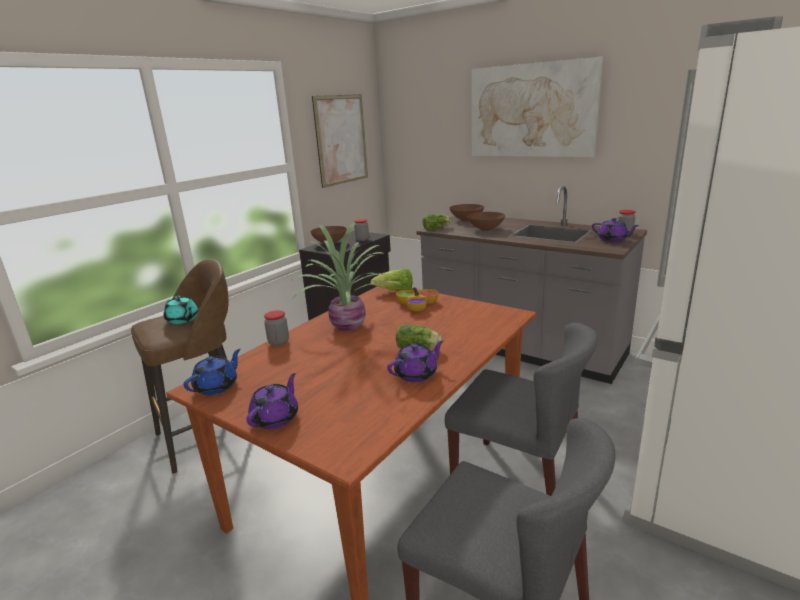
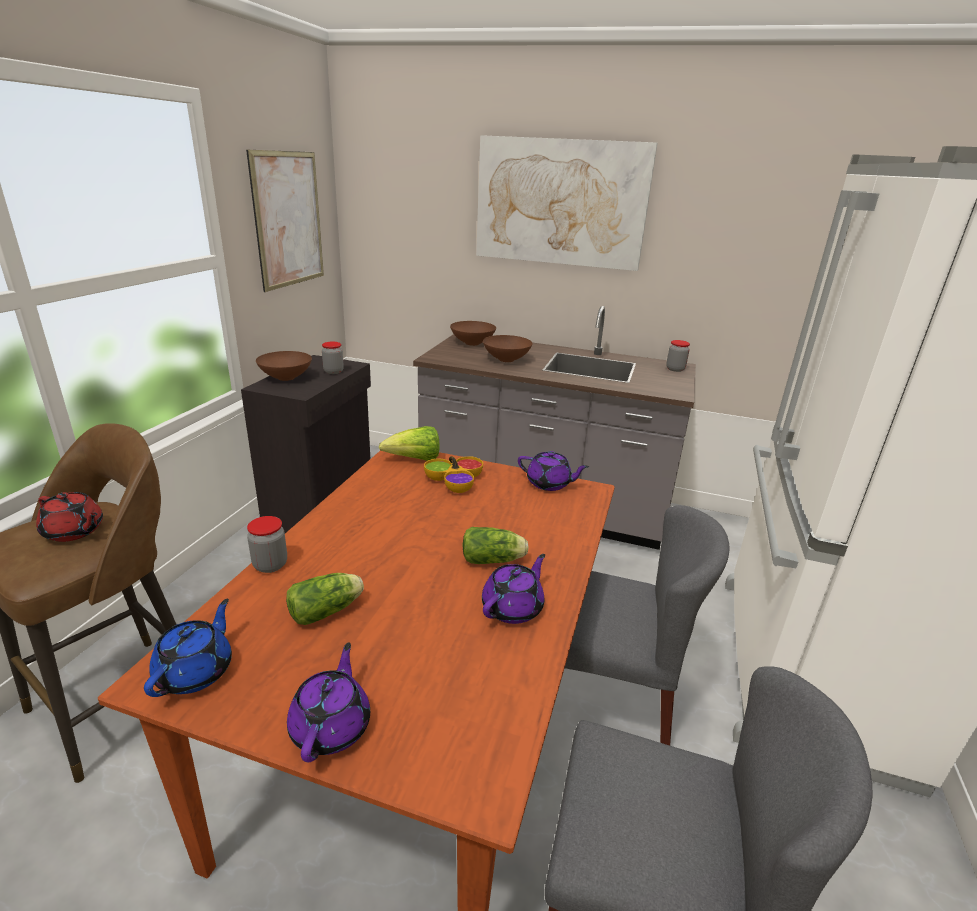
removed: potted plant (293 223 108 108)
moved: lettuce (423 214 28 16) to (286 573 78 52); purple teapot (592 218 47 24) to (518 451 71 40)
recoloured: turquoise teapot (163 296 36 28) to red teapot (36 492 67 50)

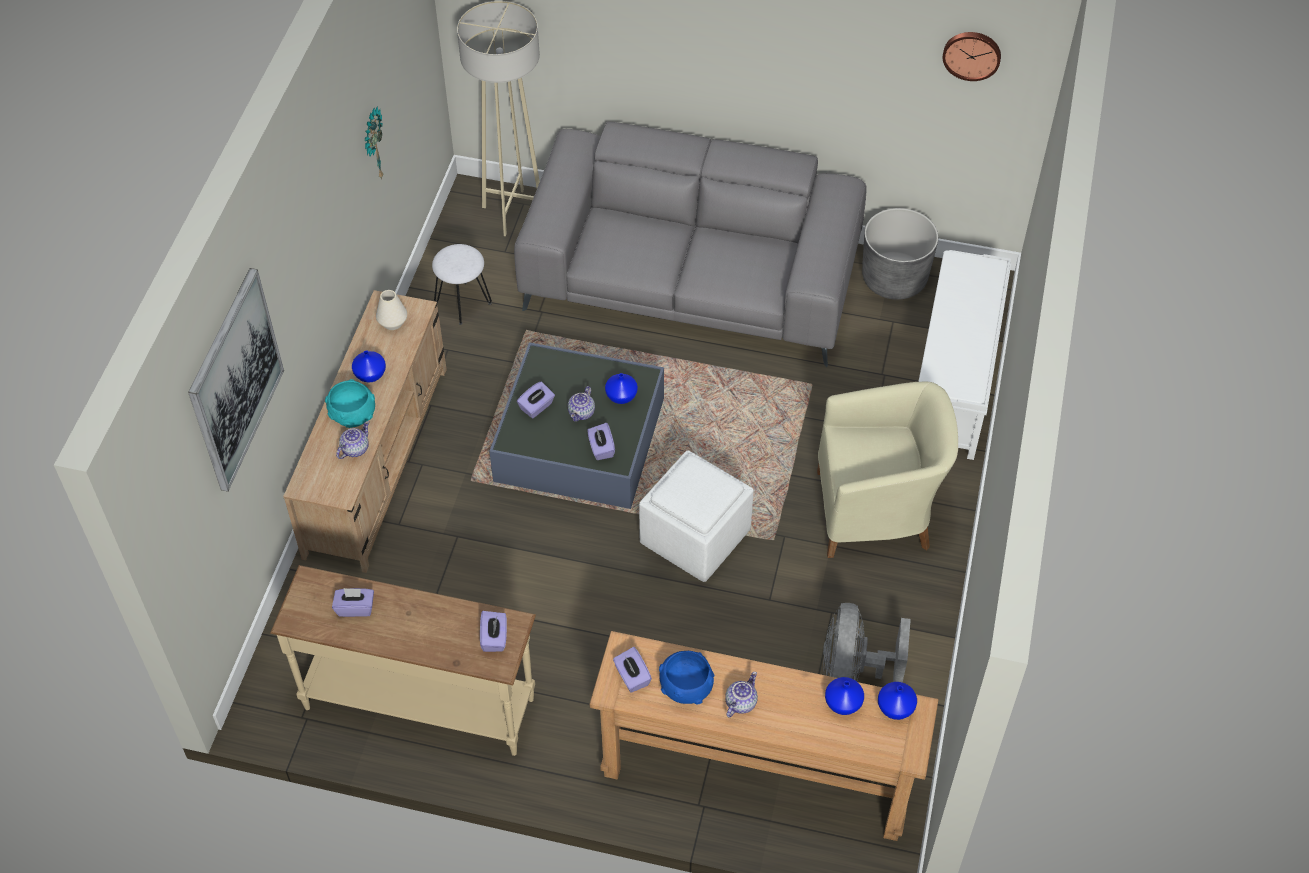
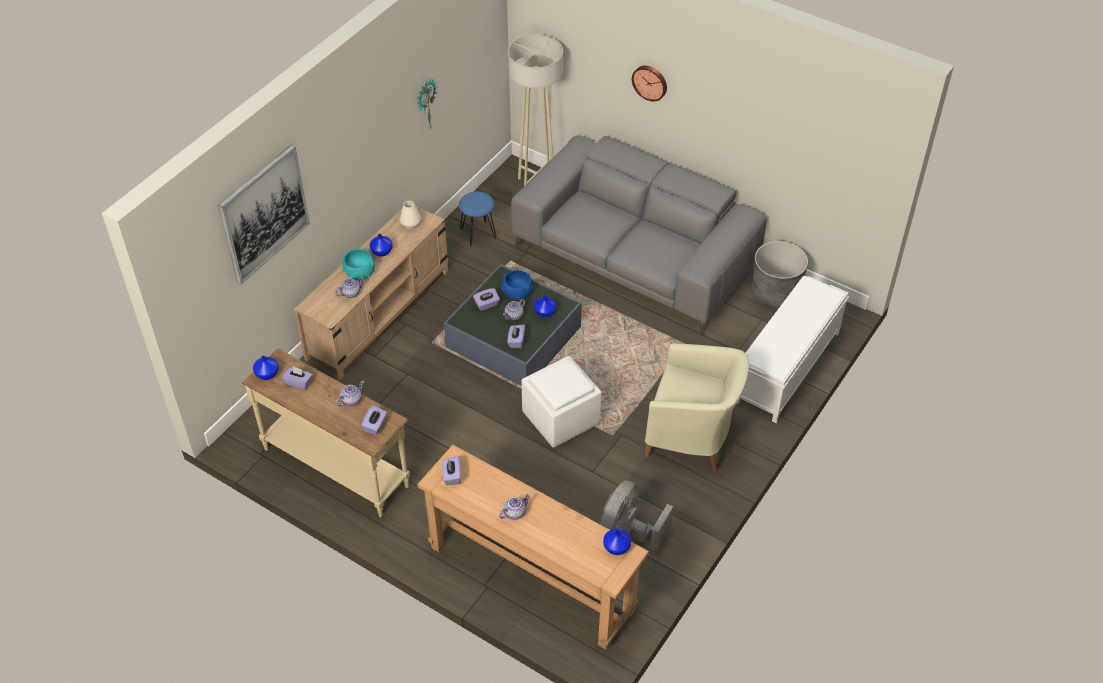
added: teapot (336 381 28 25)
moved: blue vase (825 677 39 38) to (253 356 26 24); blue bowl (659 651 56 54) to (501 270 32 30); wall clock (943 32 58 49) to (632 66 35 36)
recoloured: white stool (432 244 60 81) to blue stool (459 191 38 56)

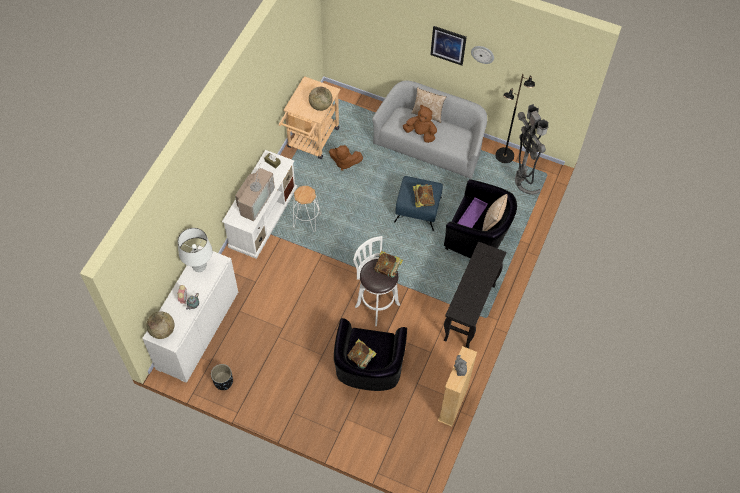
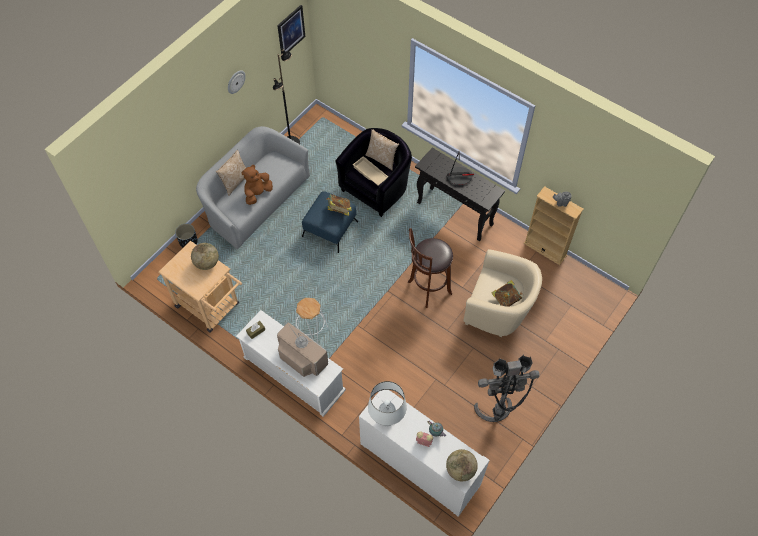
removed: brown plush toy (329 145 34 26); book (374 251 29 26)
added: table lamp (447 151 27 34)
moved: black planter (211 364 22 26) to (175 224 23 24); picture (430 26 37 40) to (277 5 28 50); grey floor lamp (515 104 34 91) to (474 355 66 67)
recoloured: purple tray (457 197 31 31) to beige tray (353 156 35 29); white stool (353 236 47 90) to brown stool (408 228 45 80); black armchair (334 318 73 73) to beige armchair (464 249 78 88)

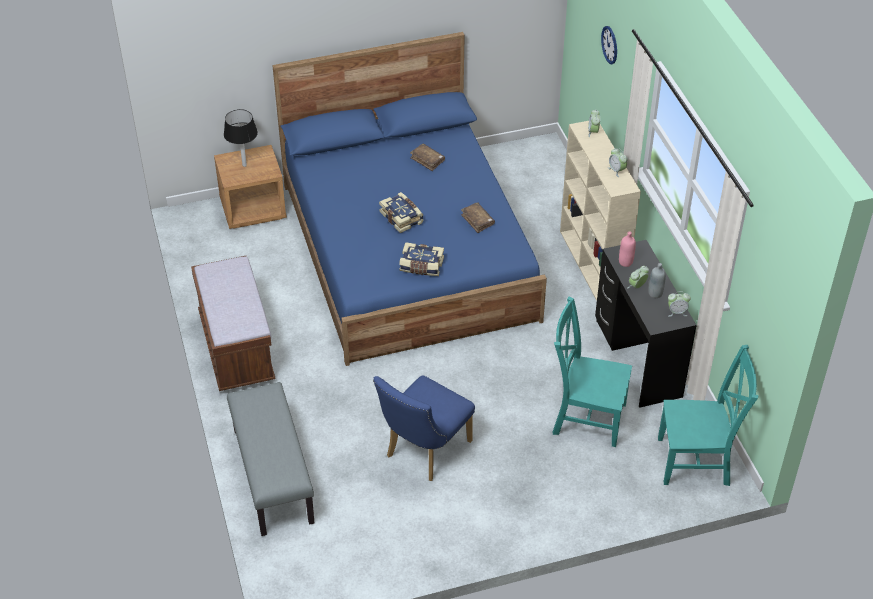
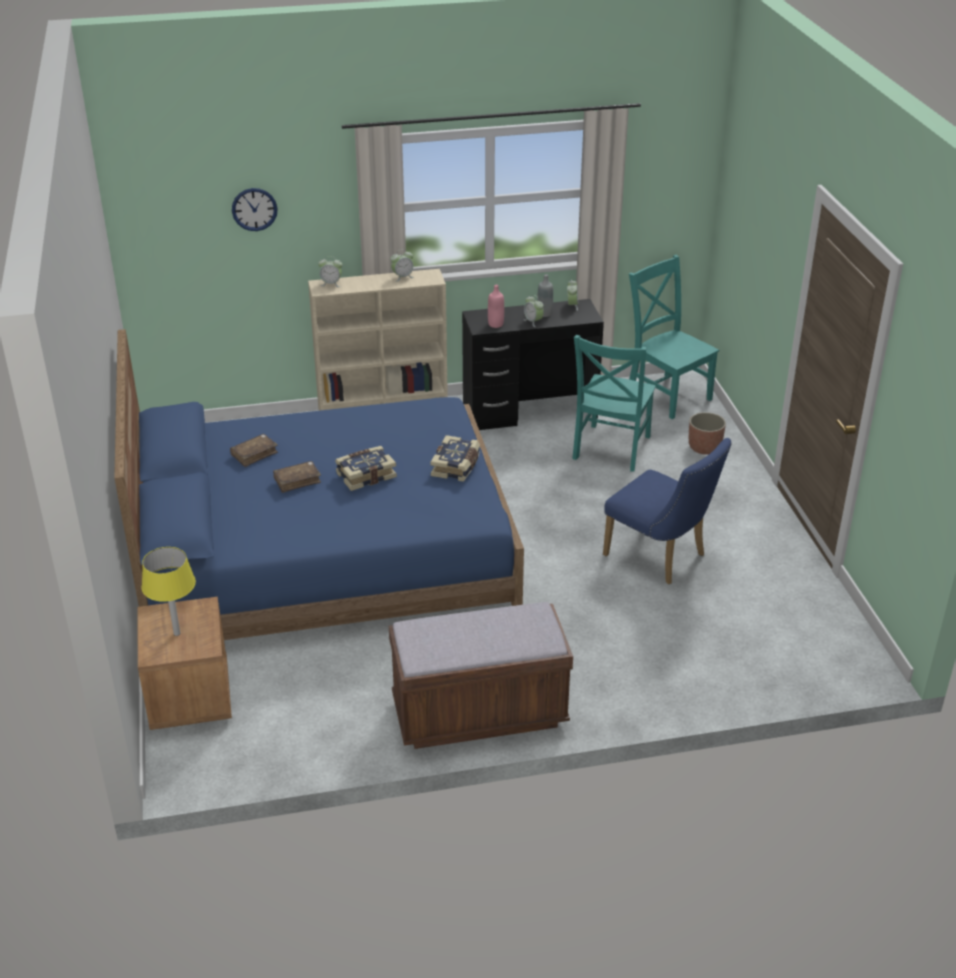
removed: grey bench (227 382 87 154)
added: planter (689 412 37 43)
moved: brown book (461 202 34 31) to (273 461 48 32)
recoloured: black table lamp (224 109 34 58) to yellow table lamp (142 547 54 89)
turned: turquoise chair (658 345 100 141) = (629 255 90 164) 45 degrees counterclockwise

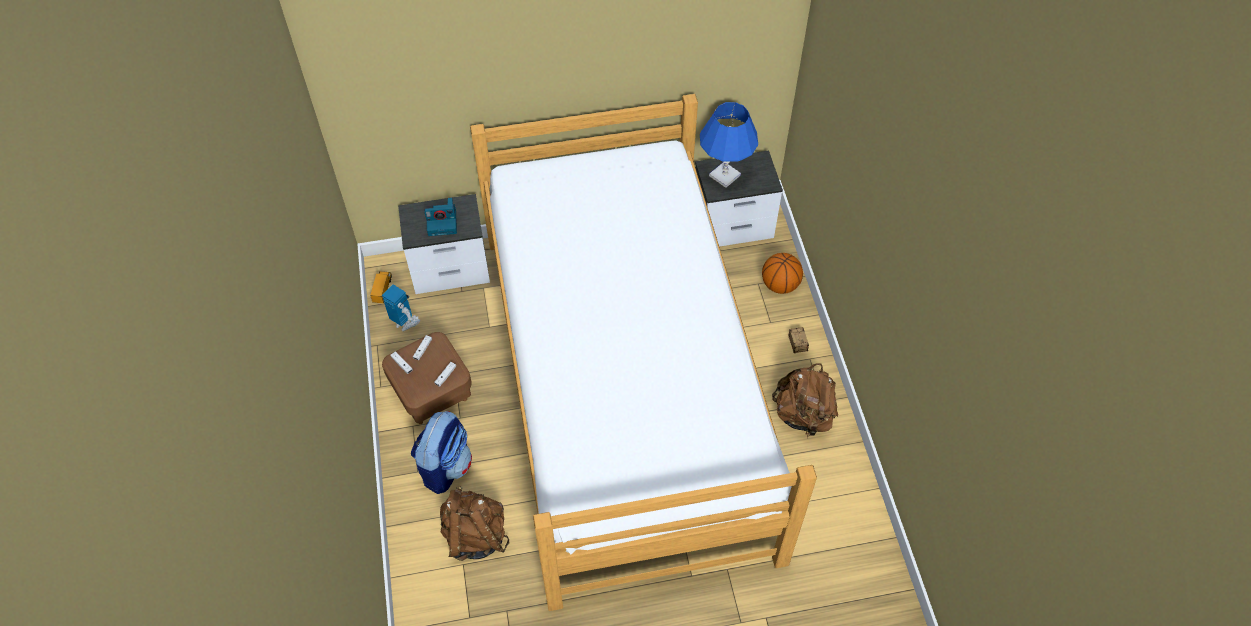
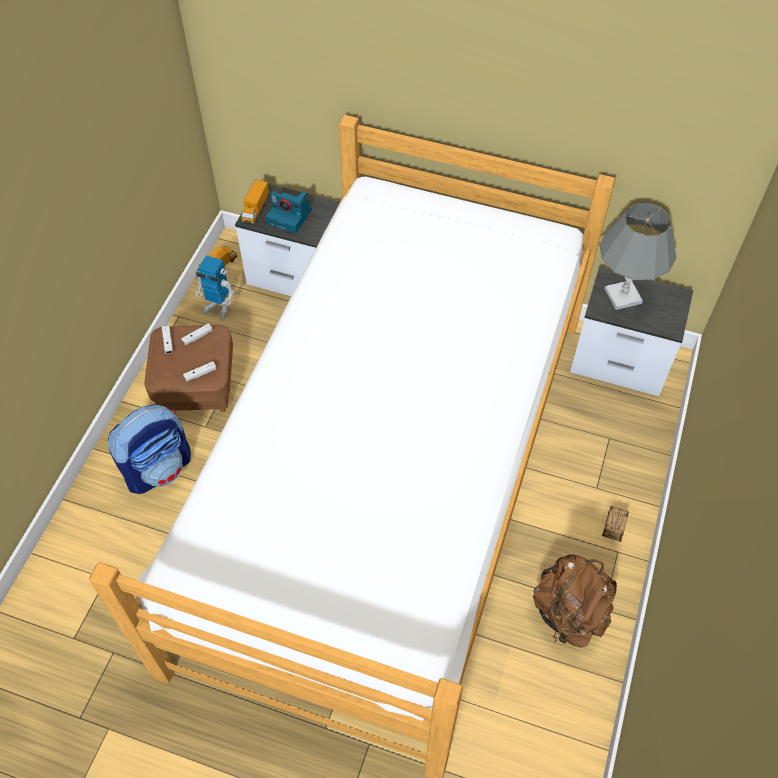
removed: brown backpack (440 486 70 75); basketball (762 253 41 41)
added: toy truck (241 179 28 46)
recoloured: blue table lamp (700 102 58 86) to grey table lamp (599 203 77 107)
turned: toy robot (382 285 38 46) = (195 255 39 66) 135 degrees clockwise

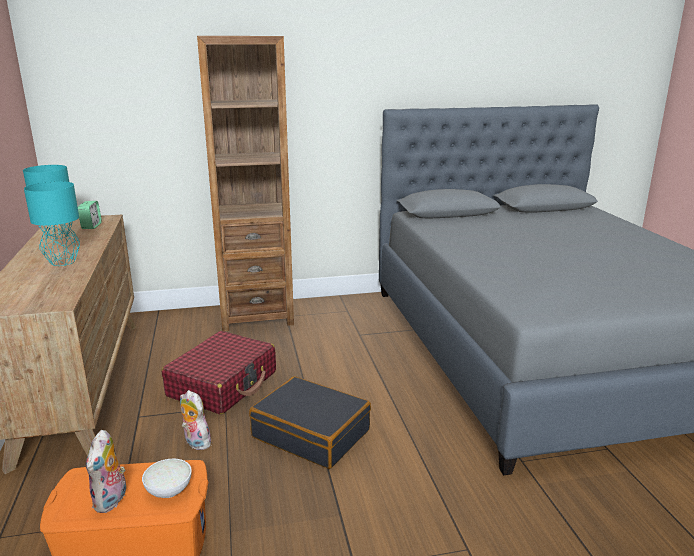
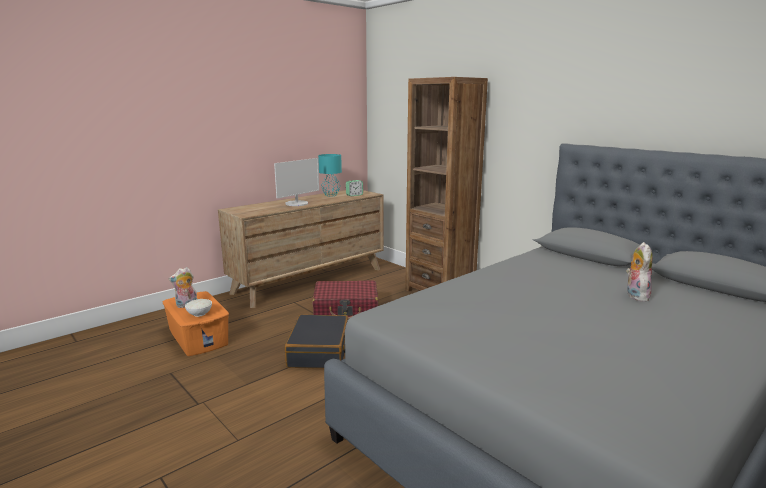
moved: plush toy (180 390 31 60) to (626 242 27 60)
replaced: turquoise table lamp (24 181 56 85) to monitor (274 158 45 48)

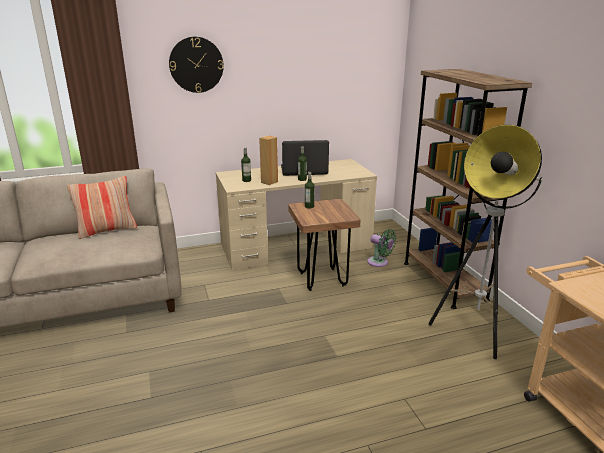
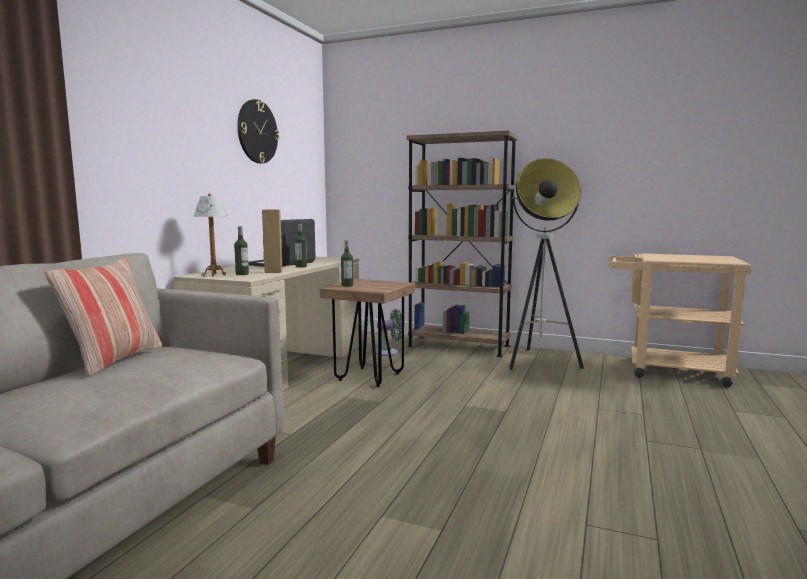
added: table lamp (193 193 35 83)
moved: wall clock (169 37 55 56) to (237 99 42 65)

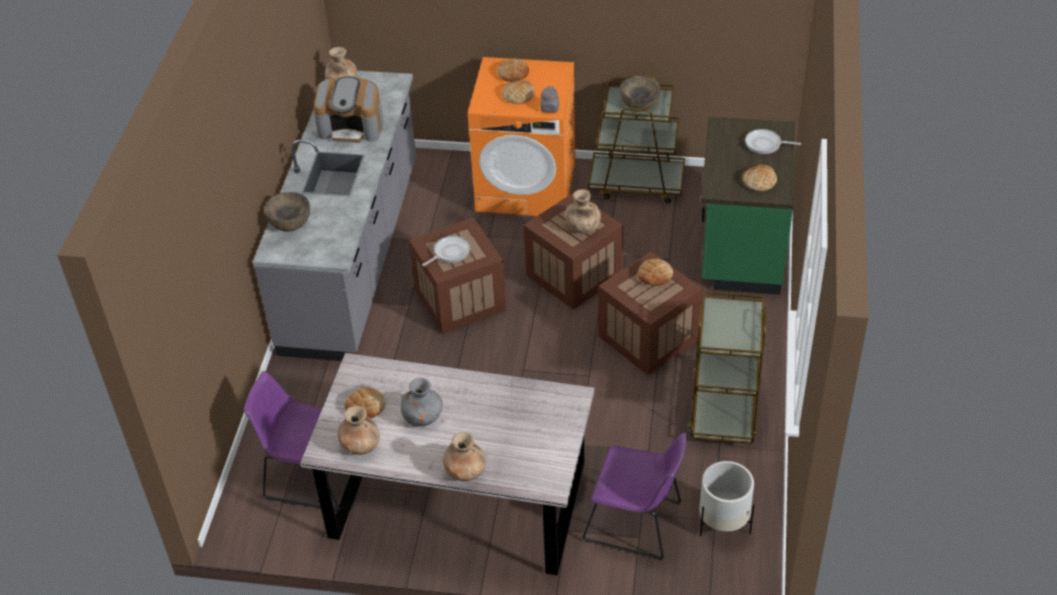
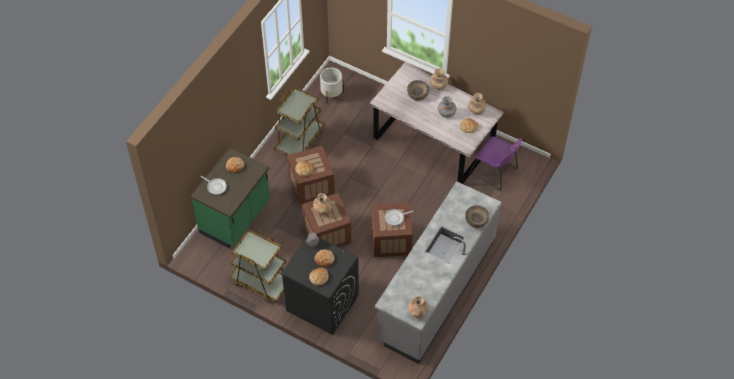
removed: coffee machine (314 76 70 67); purple chair (582 433 104 127)
moved: brown bowl (620 76 41 33) to (407 80 22 21)
recoloured: orange washing machine (468 57 107 159) to black washing machine (281 236 78 99)

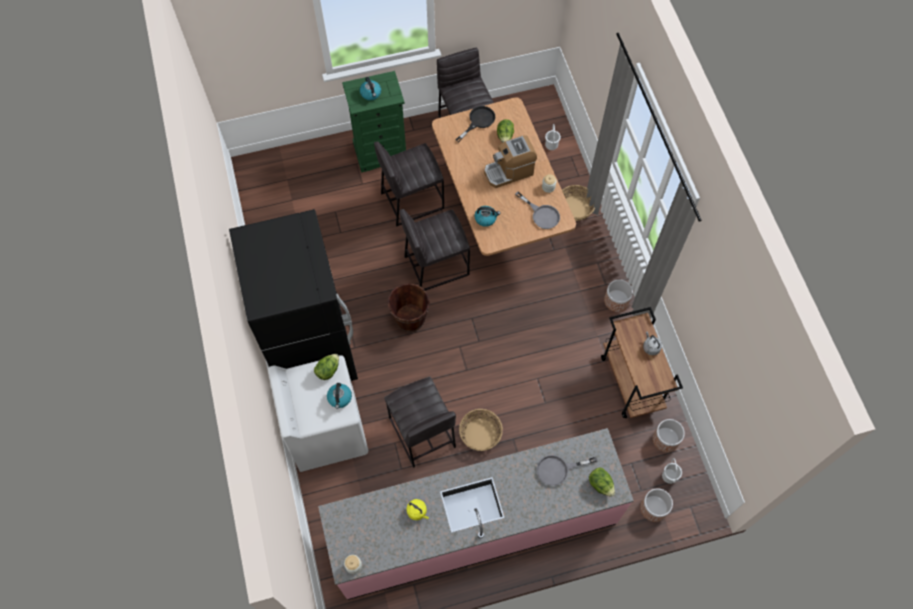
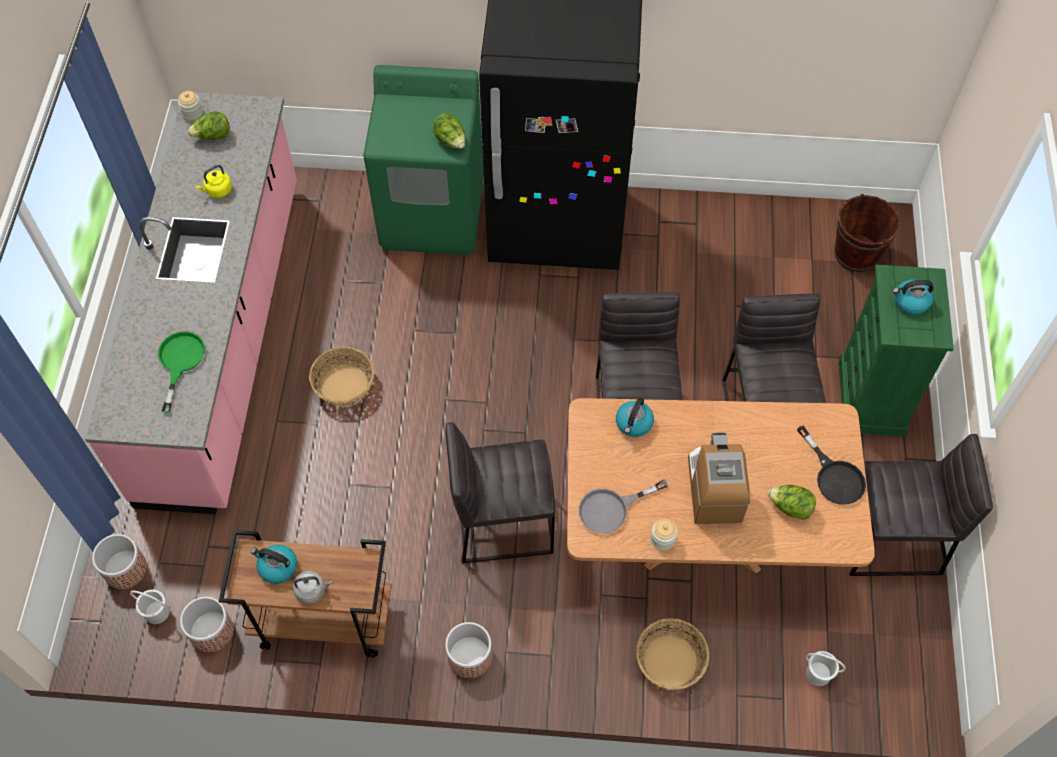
moved: lettuce (589 467 26 30) to (187 112 43 28); kettle (327 383 25 26) to (251 545 46 39); grey stool (384 376 72 92) to (445 422 110 141); brown bucket (388 283 41 49) to (834 194 66 78)
recoloured: grey frying pan (536 455 62 31) to green frying pan (158 331 47 82); white washing machine (268 355 100 117) to green washing machine (363 65 121 190)

